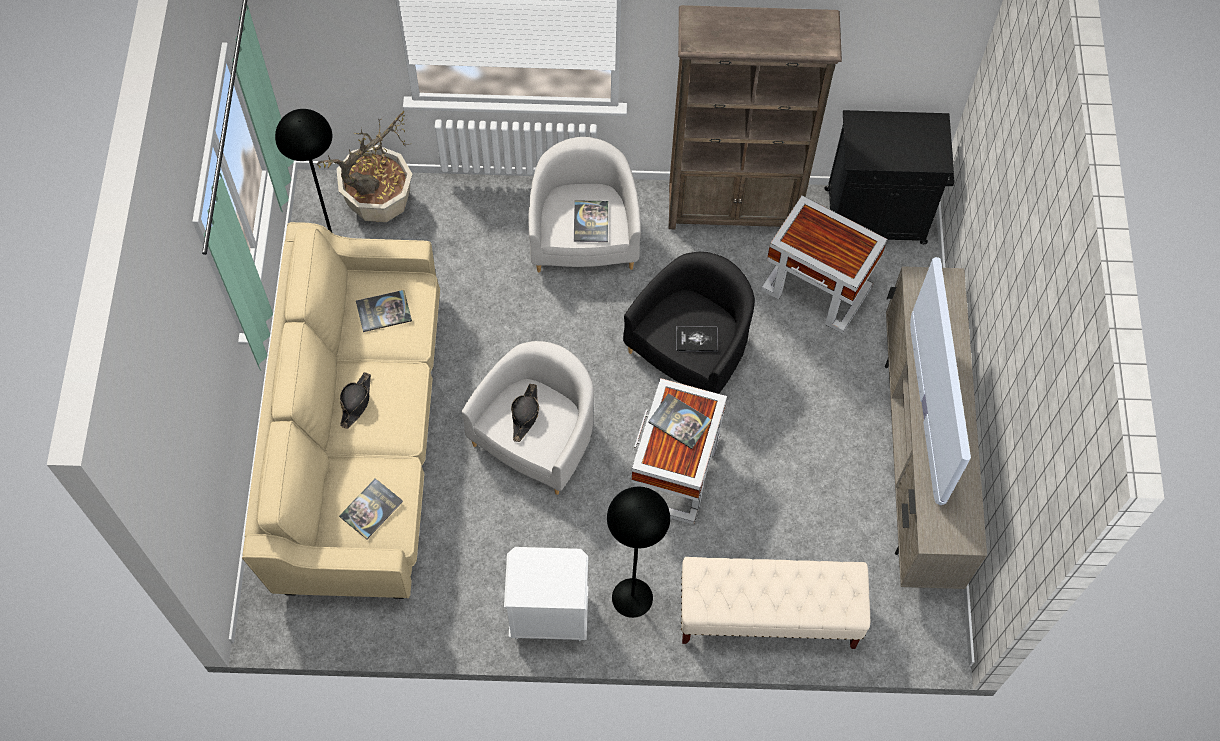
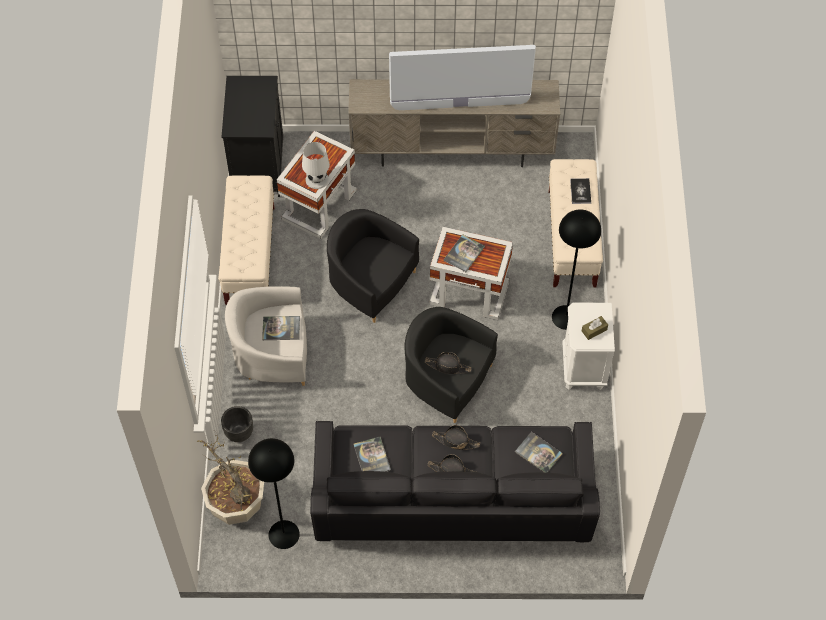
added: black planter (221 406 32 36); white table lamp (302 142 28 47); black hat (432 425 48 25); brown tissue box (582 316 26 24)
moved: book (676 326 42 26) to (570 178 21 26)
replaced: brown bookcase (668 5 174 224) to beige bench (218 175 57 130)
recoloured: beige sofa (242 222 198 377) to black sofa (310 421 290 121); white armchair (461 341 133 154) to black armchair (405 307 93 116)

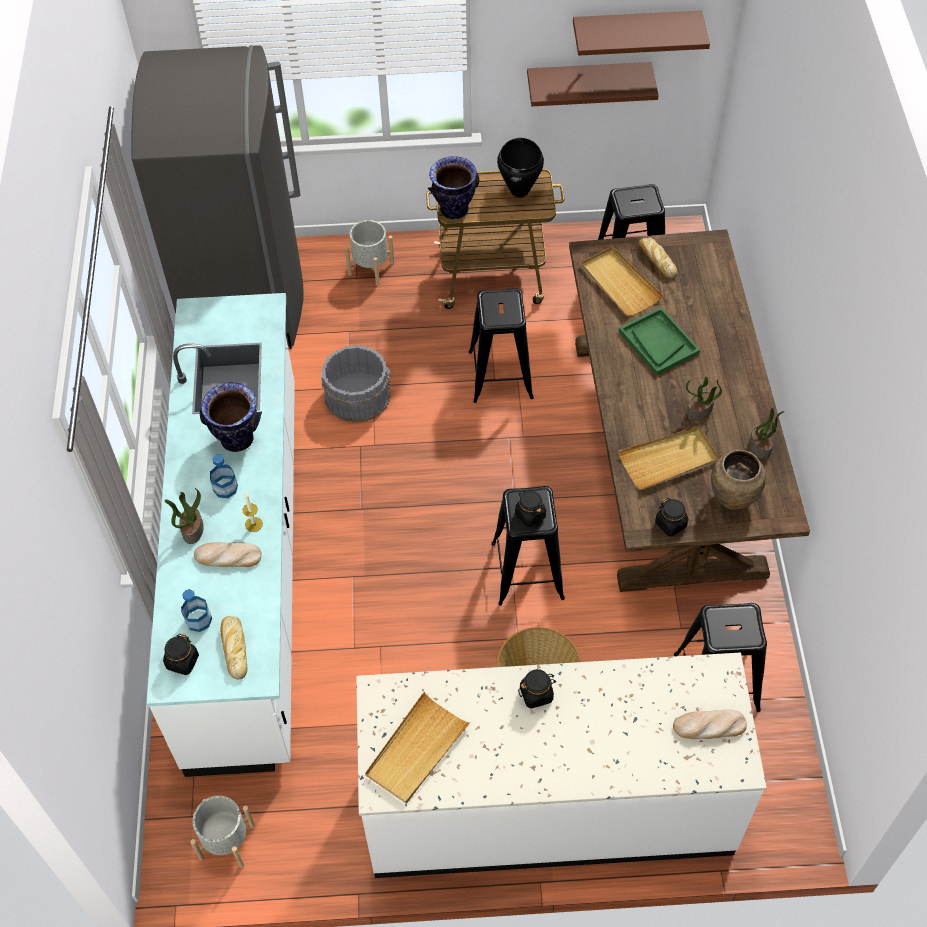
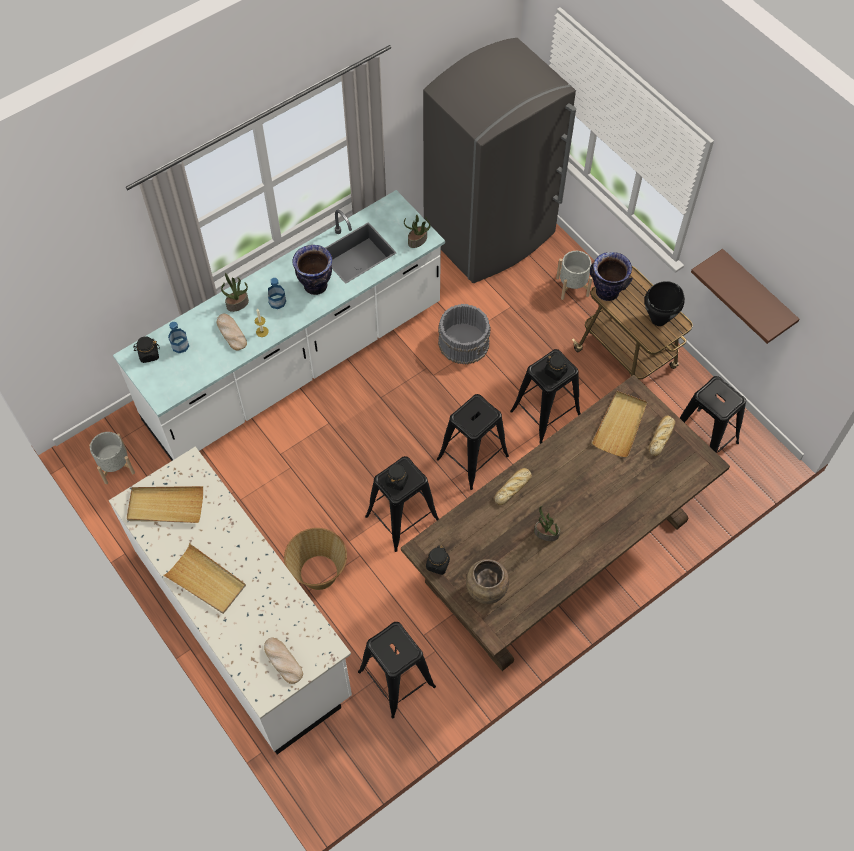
removed: brown shelf (573 10 137 46); green tray (619 307 81 69)
added: black stool (437 394 72 96)
moved: beige tray (618 426 101 64) to (163 543 83 71); potted plant (749 408 36 52) to (404 215 27 33); bread (221 616 27 63) to (494 468 38 37); black jar (518 669 38 40) to (545 355 23 26)

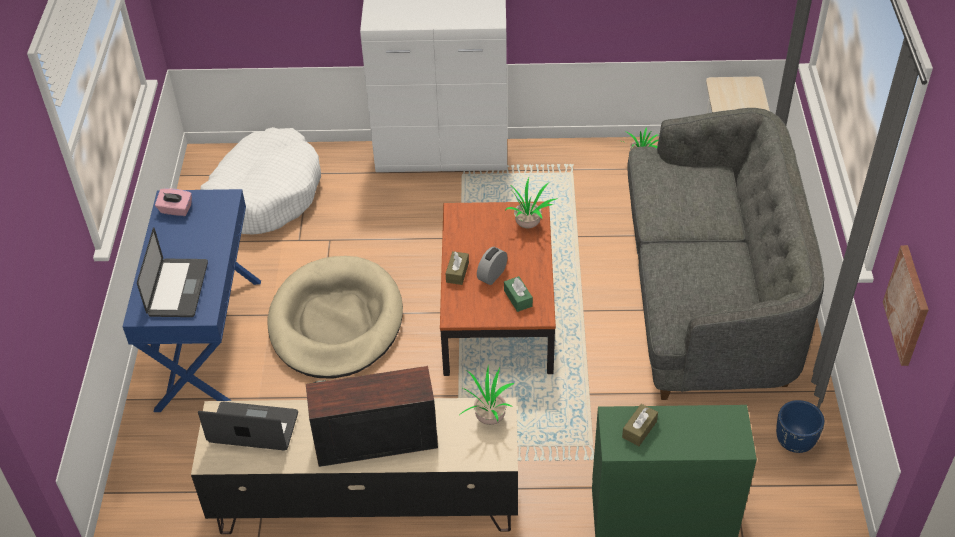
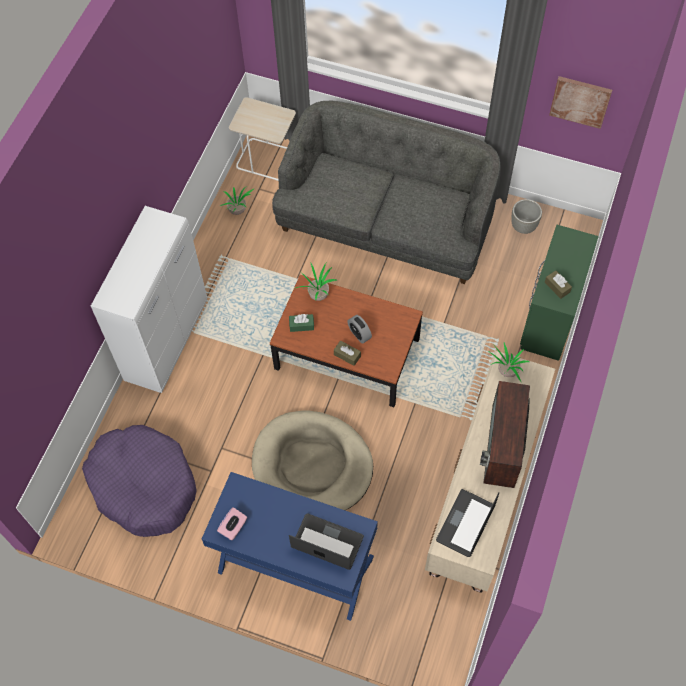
moved: green tissue box (504 276 29 36) to (289 314 25 18)
recoloured: white dog bed (200 127 121 108) to purple dog bed (82 425 115 112); blue planter (776 400 48 53) to grey planter (511 199 31 35)

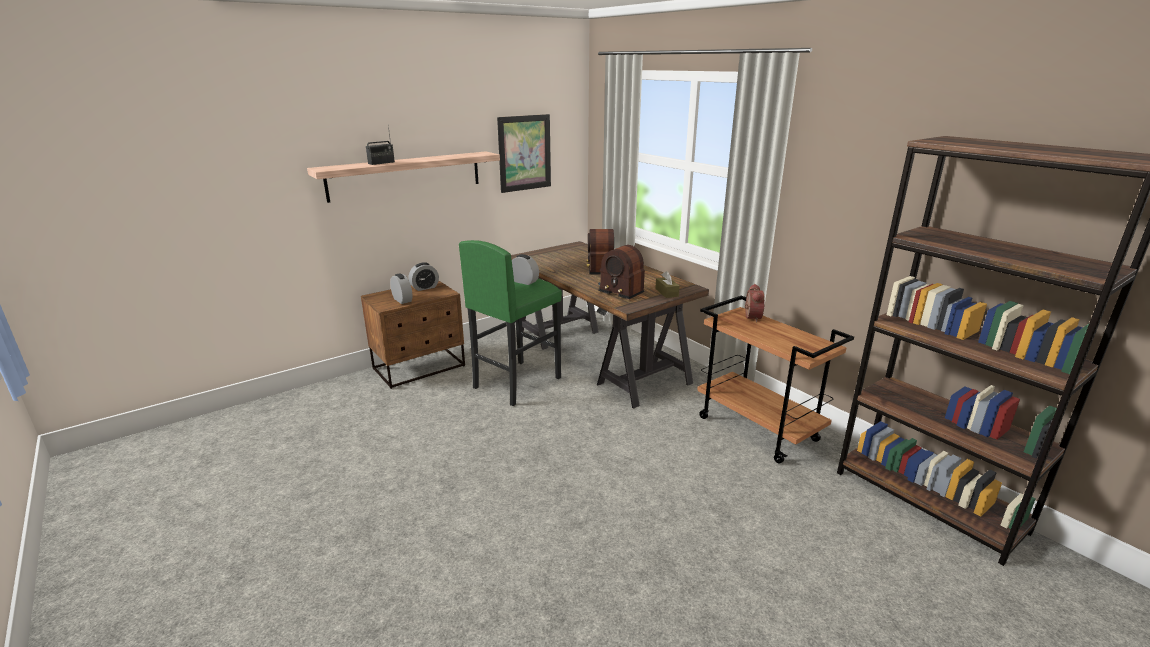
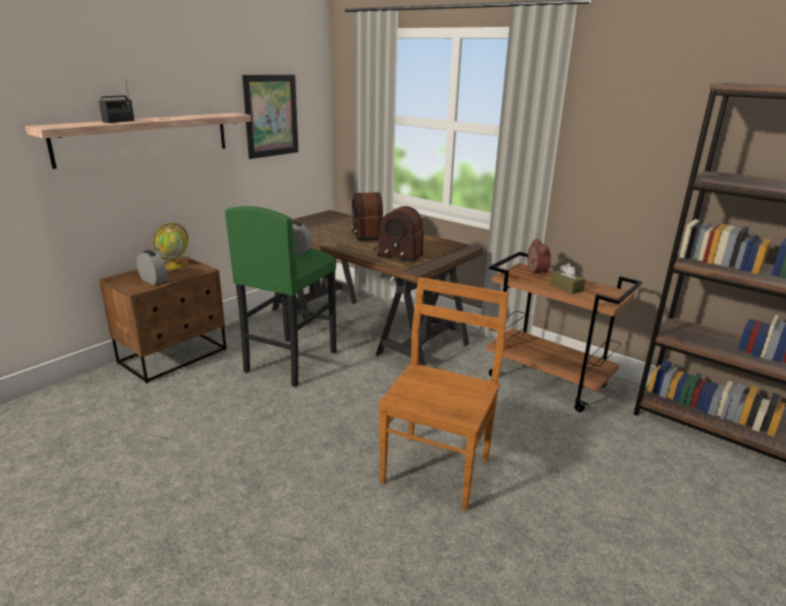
added: brown chair (378 277 130 234)
moved: brown tissue box (655 271 25 27) to (550 263 36 31)
replaced: alarm clock (409 262 30 29) to globe (153 223 35 46)

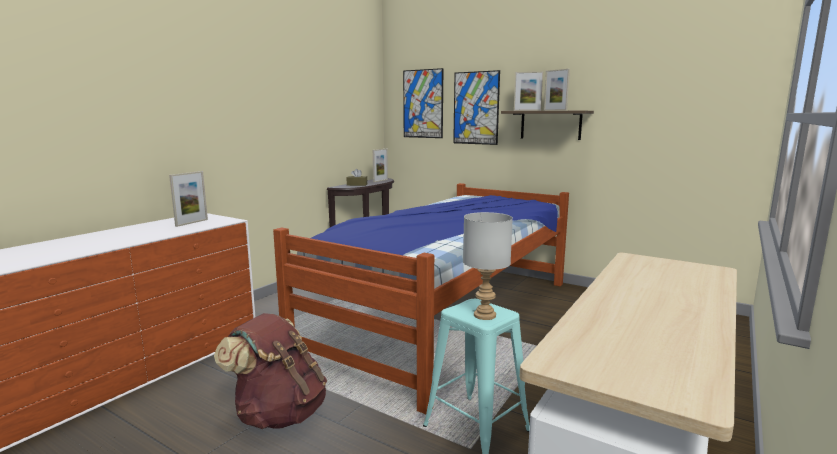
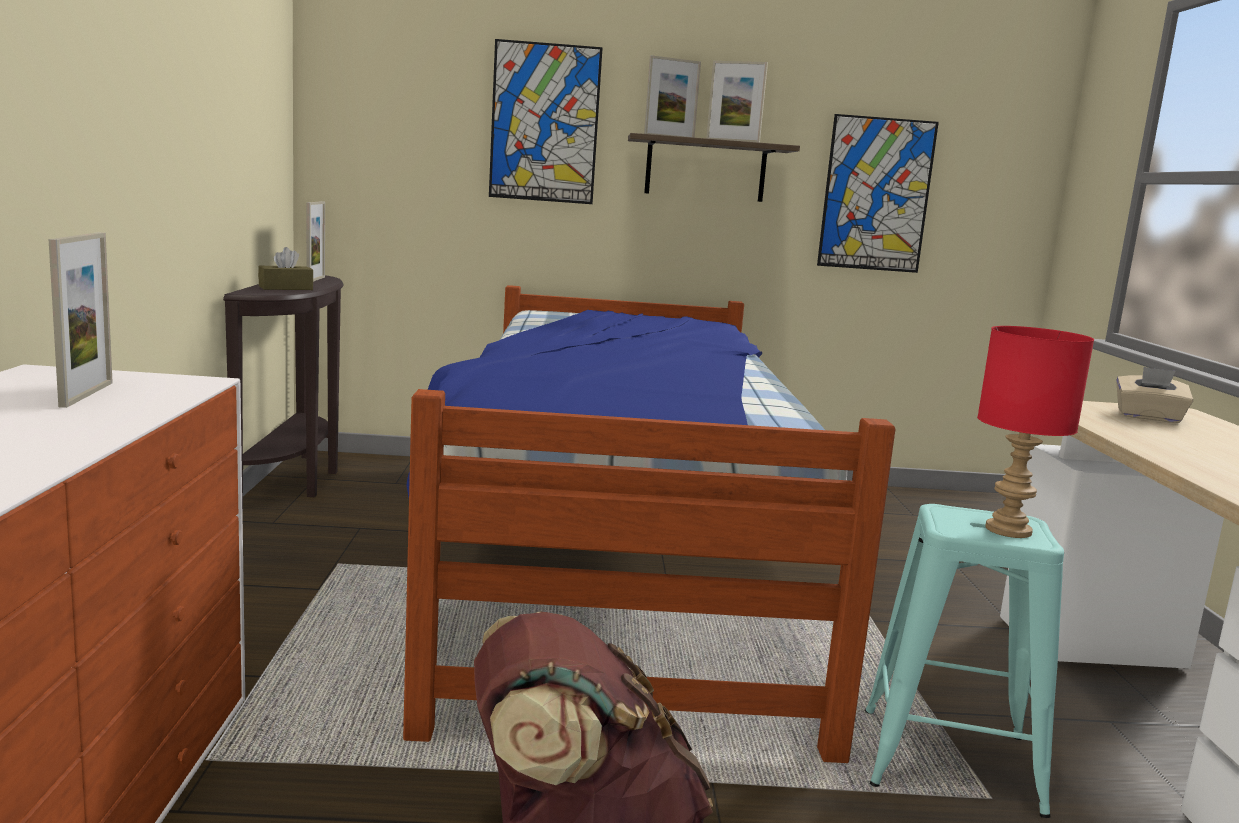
added: beige tissue box (1116 367 77 56)
moved: picture (403 68 41 70) to (817 114 122 159)
recoloured: grey table lamp (463 212 50 108) to red table lamp (977 326 117 212)

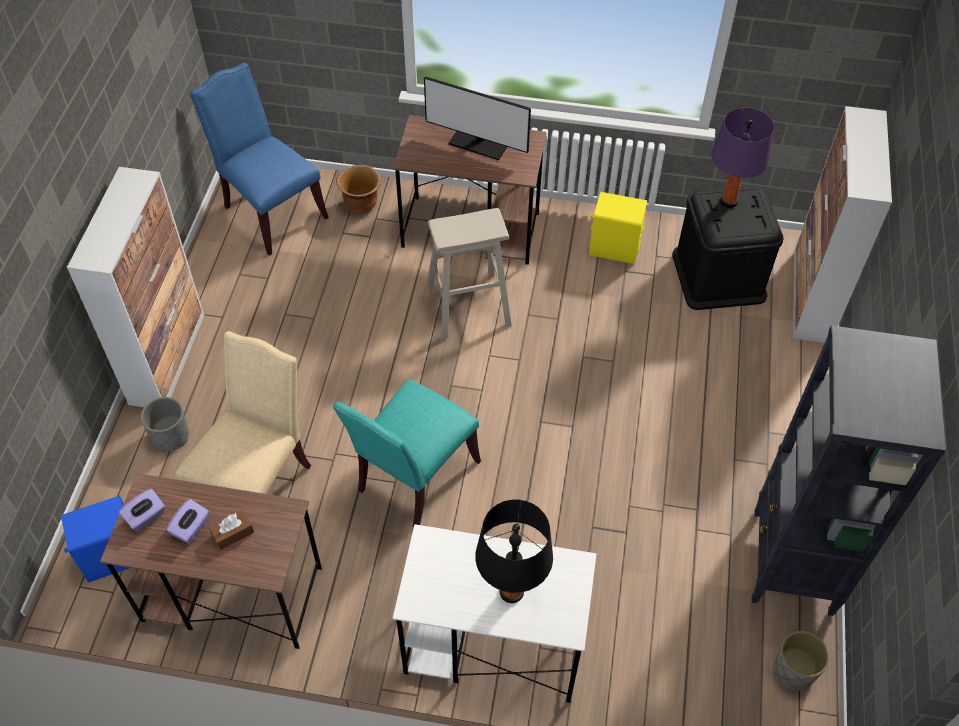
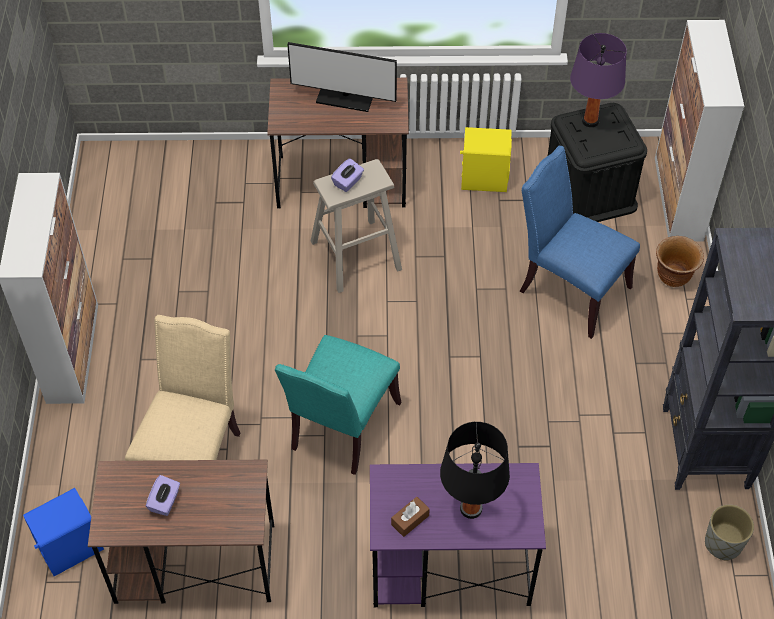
removed: grey planter (141 397 48 54)
moved: purple tissue box (119 489 46 42) to (331 158 33 34); brown tissue box (209 510 45 40) to (391 497 39 40); blue chair (190 63 139 192) to (520 146 120 193); brown planter (336 165 45 49) to (656 236 48 51)
recoloured: white desk (393 524 203 179) to purple desk (370 463 176 144)

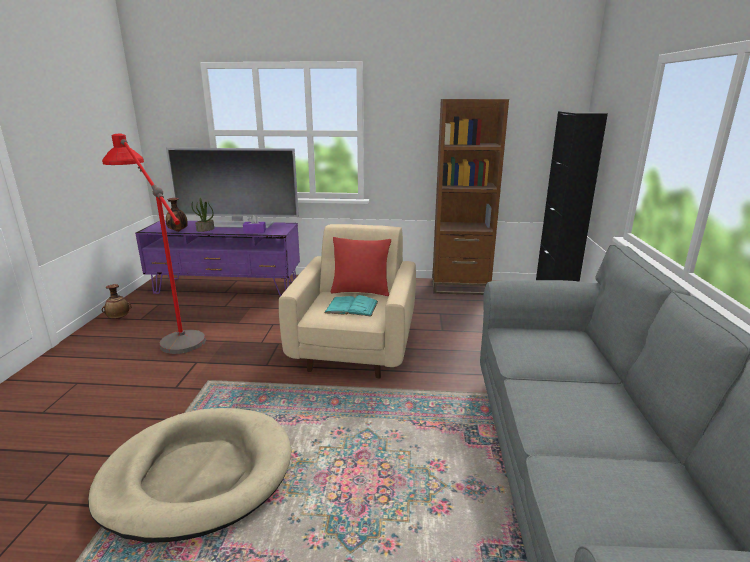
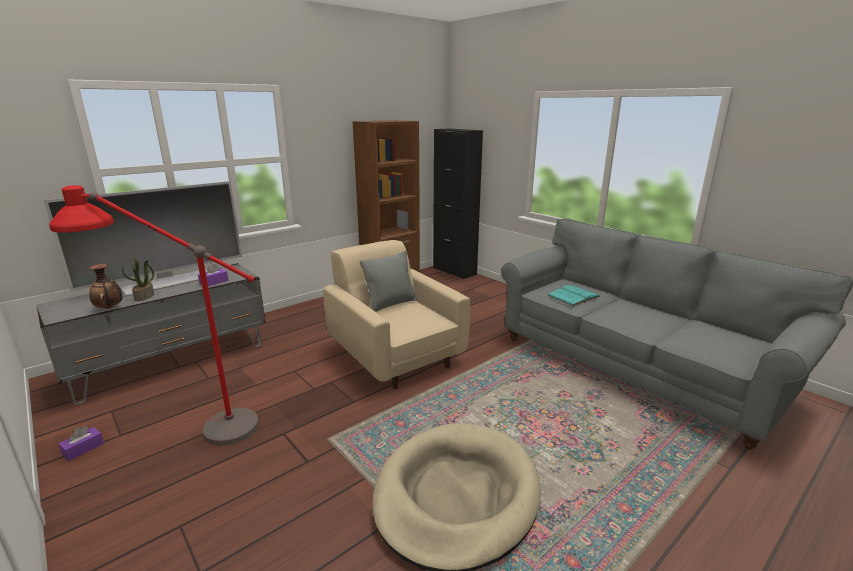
moved: turquoise book (324 295 54 21) to (547 285 53 21)
replaced: vase (102 284 30 35) to purple tissue box (59 426 45 35)
recoloured: purple tv stand (135 220 165 76) to grey tv stand (37 263 229 142); red pillow (331 237 60 59) to grey pillow (360 250 57 62)

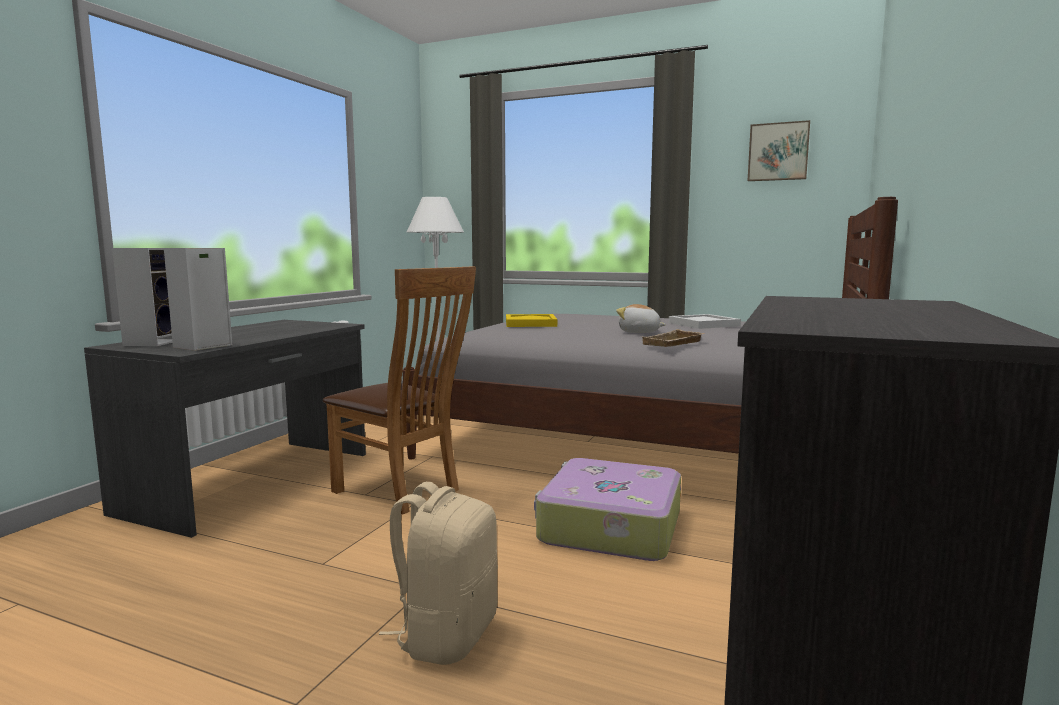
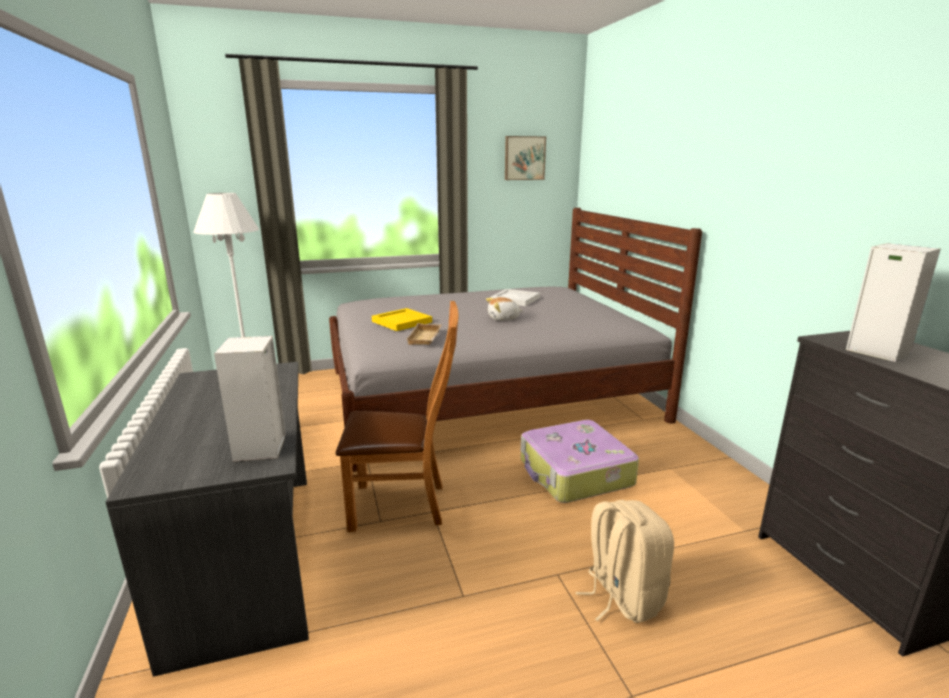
moved: beige tray (642 329 63 18) to (407 323 34 22); speaker (112 248 61 98) to (846 243 95 119)

